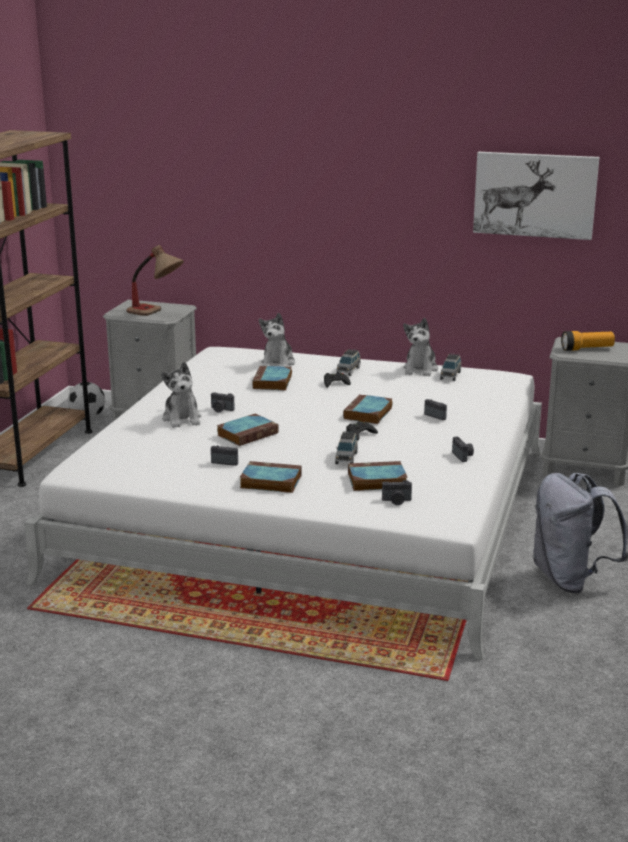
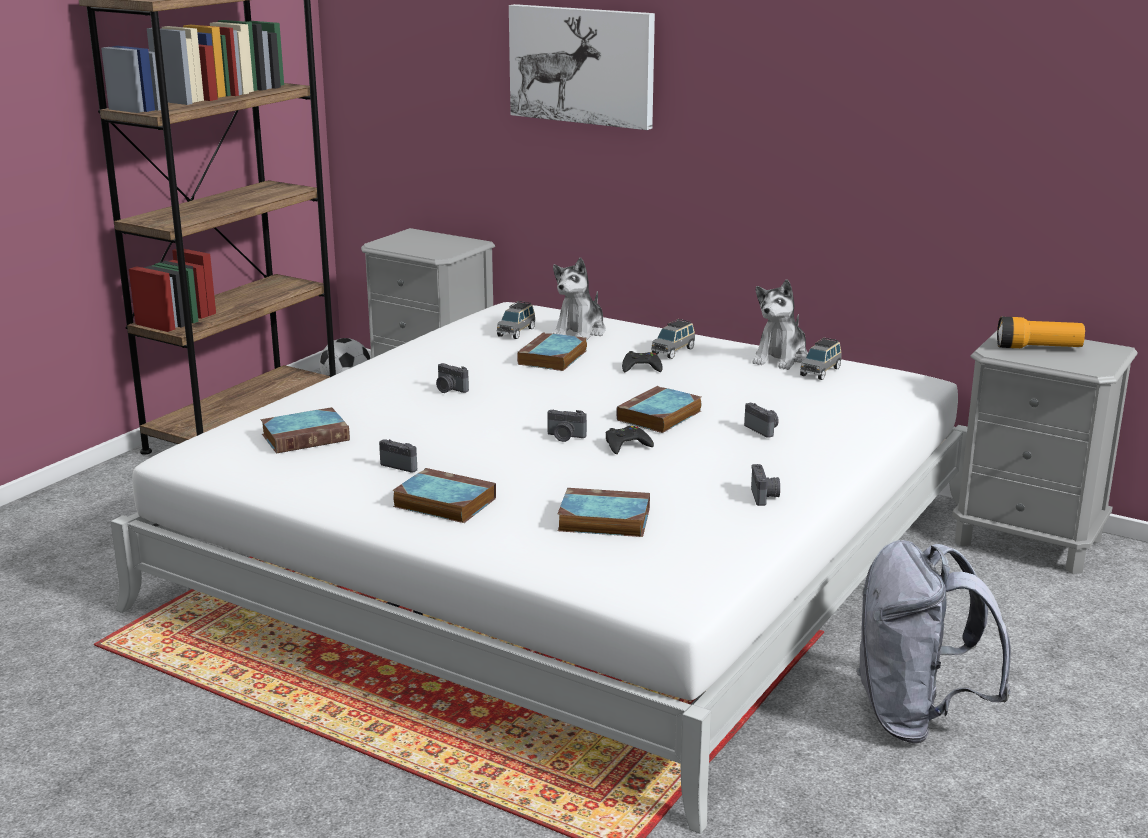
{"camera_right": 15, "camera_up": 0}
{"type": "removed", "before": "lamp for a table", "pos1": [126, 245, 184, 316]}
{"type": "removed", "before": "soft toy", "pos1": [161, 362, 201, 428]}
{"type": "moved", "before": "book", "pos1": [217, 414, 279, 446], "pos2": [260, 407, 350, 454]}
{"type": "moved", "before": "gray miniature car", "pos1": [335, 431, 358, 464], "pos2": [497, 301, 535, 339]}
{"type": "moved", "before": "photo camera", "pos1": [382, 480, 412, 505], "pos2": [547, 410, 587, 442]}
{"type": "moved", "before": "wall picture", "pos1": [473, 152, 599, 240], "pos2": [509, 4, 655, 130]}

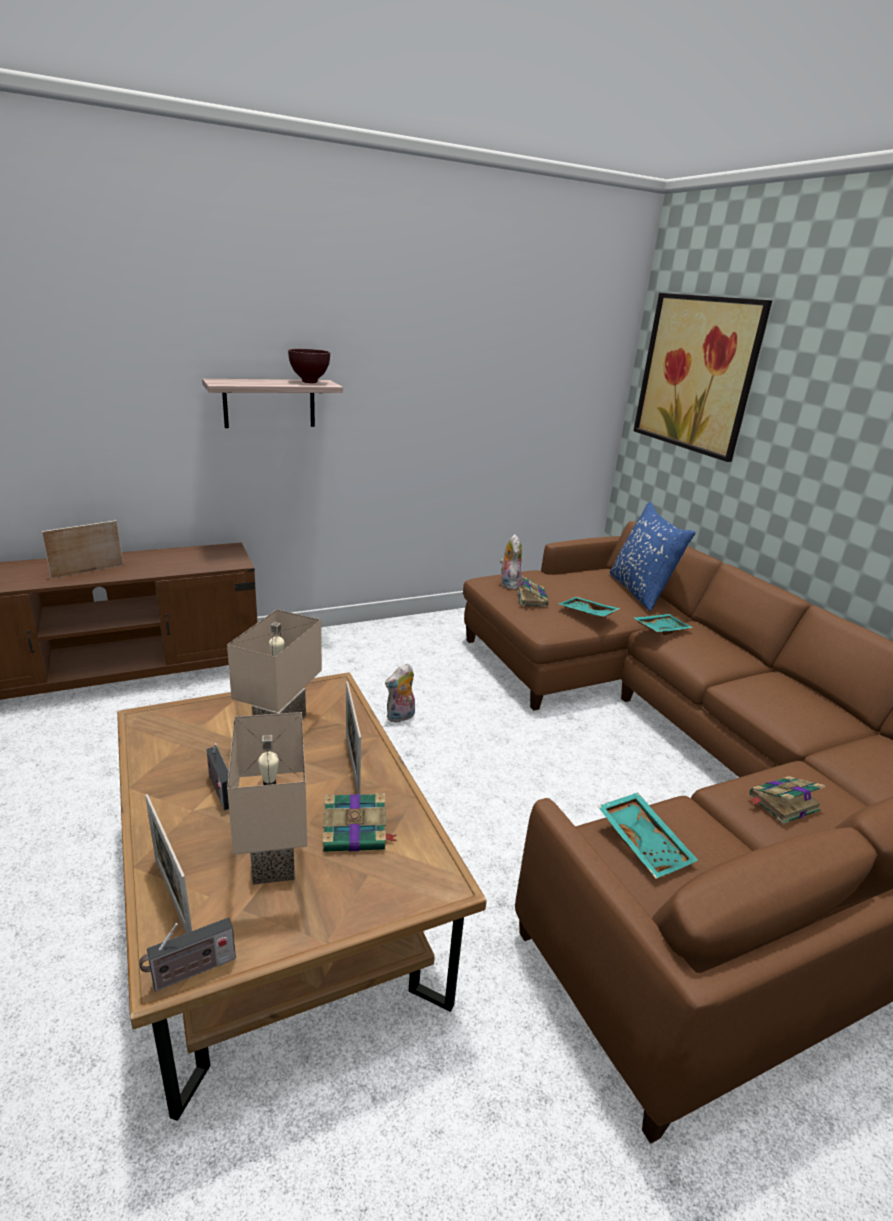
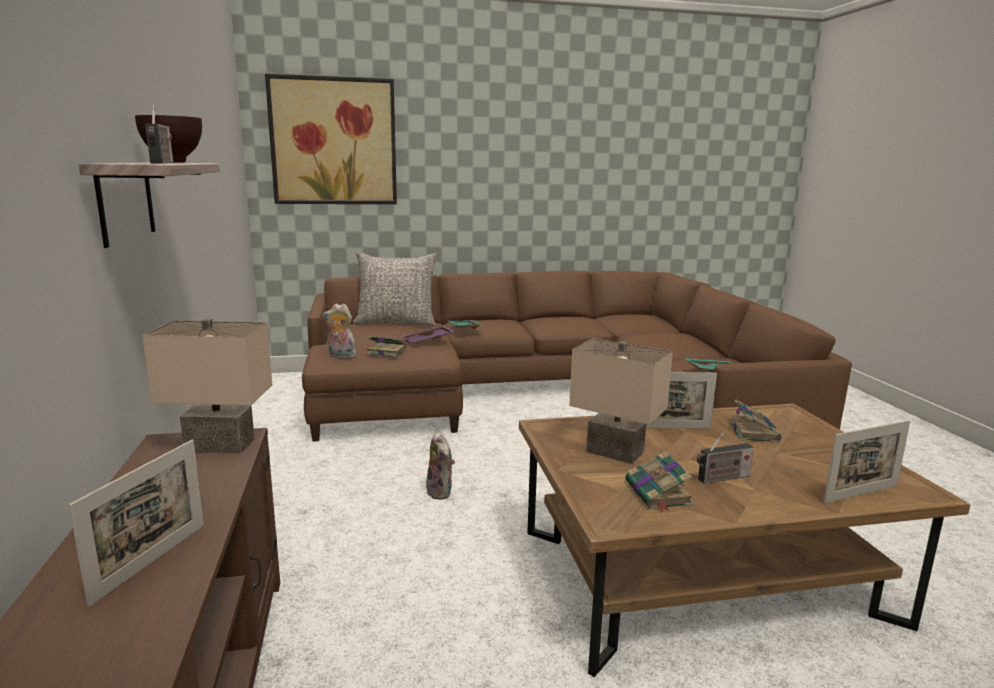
{"camera_right": -75, "camera_up": -10}
{"type": "moved", "before": "radio receiver", "pos1": [139, 917, 236, 992], "pos2": [145, 103, 173, 164]}
{"type": "moved", "before": "beige-coloured lamp for a table", "pos1": [227, 712, 307, 885], "pos2": [142, 318, 272, 454]}
{"type": "moved", "before": "book", "pos1": [748, 776, 826, 824], "pos2": [625, 451, 694, 511]}
{"type": "recoloured", "before": "turquoise-coloured serving tray", "after": "purple-coloured serving tray", "pos1": [558, 597, 620, 617], "pos2": [401, 325, 454, 343]}
{"type": "recoloured", "before": "blue cushion", "after": "gray cushion", "pos1": [610, 502, 696, 611], "pos2": [353, 252, 437, 326]}
{"type": "turned", "before": "standing frame", "pos1": [42, 520, 123, 579], "pos2": [69, 440, 204, 607], "turn": -135}

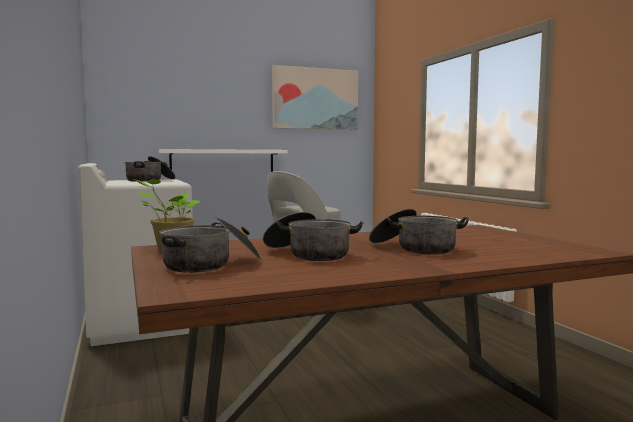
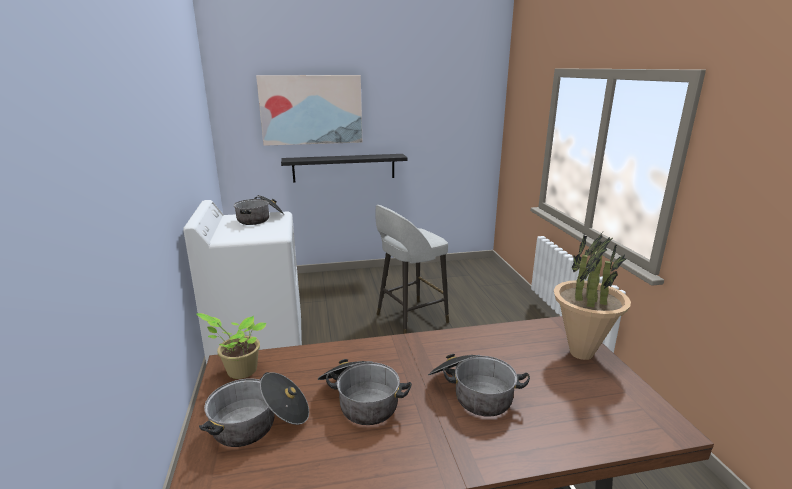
{"camera_right": 10, "camera_up": 15}
{"type": "added", "after": "plant in a pot", "pos2": [554, 232, 631, 360]}
{"type": "moved", "before": "wall picture", "pos1": [272, 65, 358, 130], "pos2": [256, 75, 362, 146]}
{"type": "recoloured", "before": "white wall shelf", "after": "blackish wall shelf", "pos1": [159, 149, 288, 172], "pos2": [281, 154, 407, 183]}

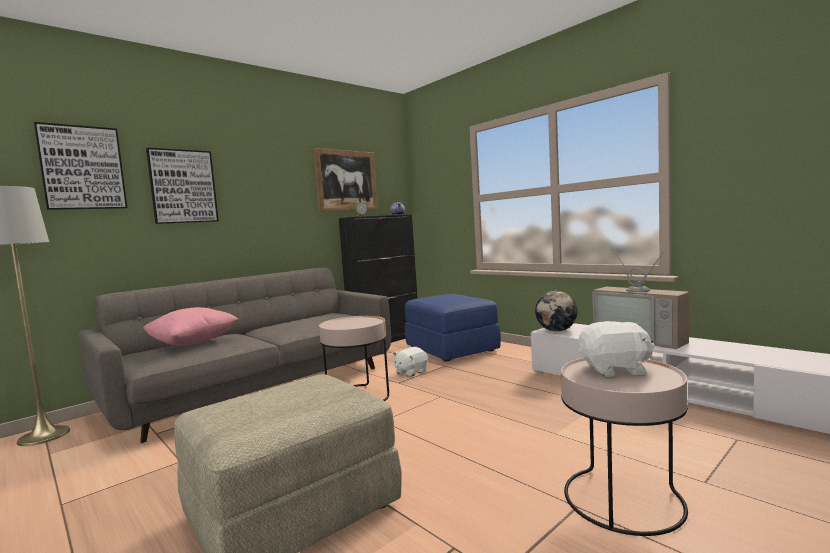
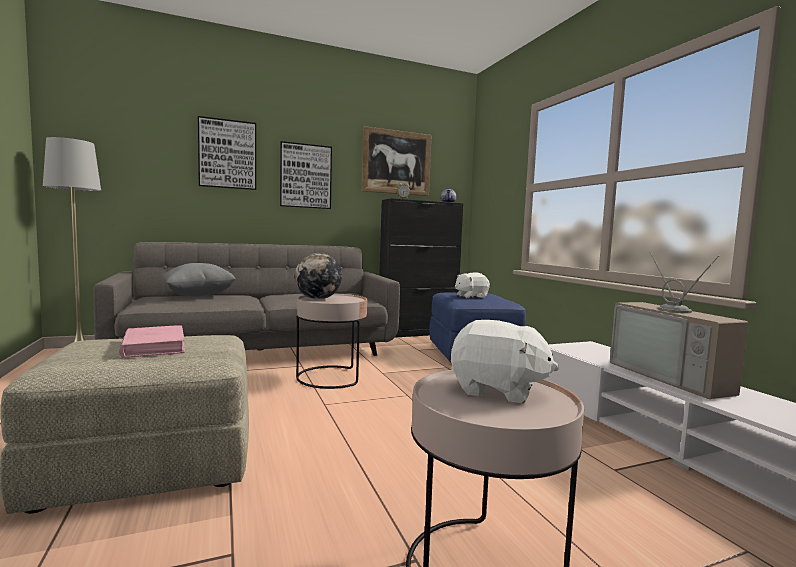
{"camera_right": 20, "camera_up": 0}
{"type": "added", "after": "pink-coloured book", "pos2": [119, 325, 185, 358]}
{"type": "moved", "before": "wall picture", "pos1": [34, 122, 127, 210], "pos2": [280, 141, 332, 209]}
{"type": "moved", "before": "white soft toy", "pos1": [394, 347, 428, 377], "pos2": [455, 272, 490, 298]}
{"type": "moved", "before": "desk globe", "pos1": [535, 291, 577, 332], "pos2": [295, 253, 342, 299]}
{"type": "recoloured", "before": "pink-coloured cushion", "after": "gray cushion", "pos1": [143, 307, 238, 346], "pos2": [163, 263, 236, 296]}

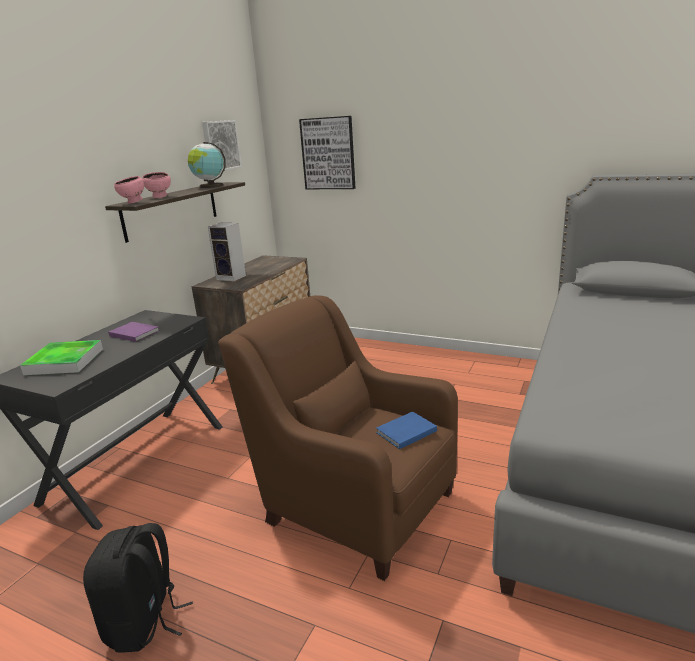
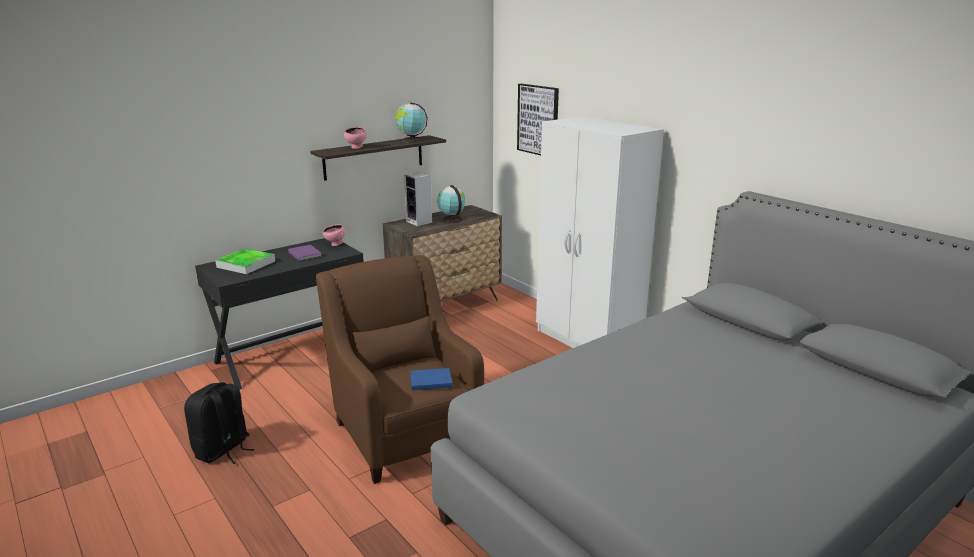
{"camera_right": 25, "camera_up": 0}
{"type": "removed", "before": "wall picture", "pos1": [202, 120, 242, 170]}
{"type": "added", "after": "desk globe", "pos2": [437, 185, 465, 223]}
{"type": "added", "after": "white armoire", "pos2": [536, 116, 664, 348]}
{"type": "moved", "before": "pink-coloured deep dish", "pos1": [114, 176, 144, 204], "pos2": [323, 224, 345, 246]}

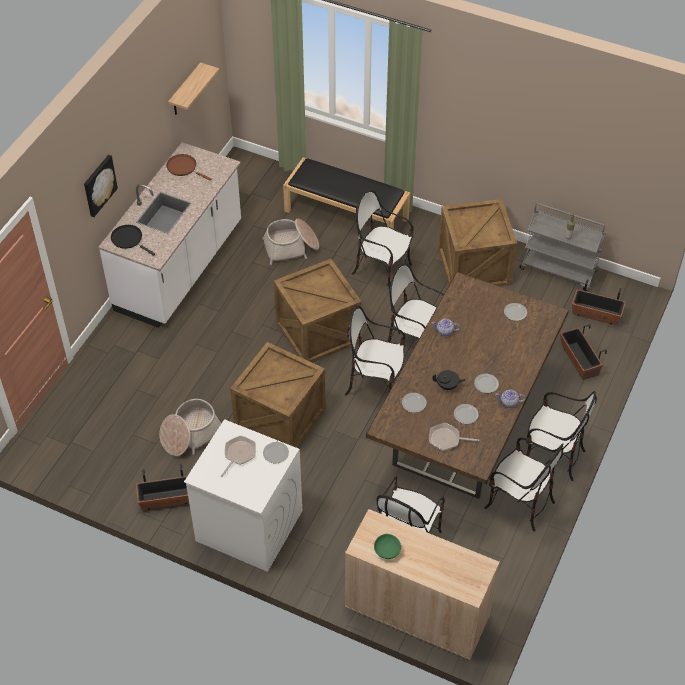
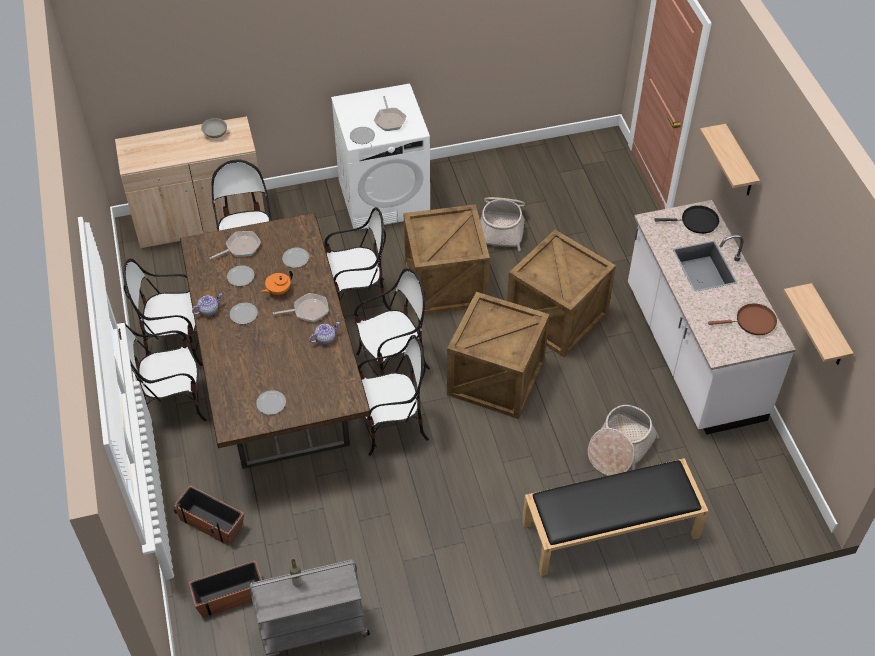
{"camera_right": 140, "camera_up": 0}
{"type": "removed", "before": "planter", "pos1": [136, 464, 189, 510]}
{"type": "added", "after": "pan", "pos2": [273, 293, 329, 322]}
{"type": "moved", "before": "chair", "pos1": [352, 189, 414, 291], "pos2": [325, 207, 391, 310]}
{"type": "moved", "before": "shipping crate", "pos1": [438, 199, 517, 286], "pos2": [507, 230, 616, 358]}
{"type": "replaced", "before": "wall picture", "after": "wall shelf", "pos1": [84, 155, 118, 217], "pos2": [700, 124, 760, 195]}
{"type": "recoloured", "before": "green deep dish", "after": "gray deep dish", "pos1": [374, 534, 401, 559], "pos2": [201, 118, 227, 138]}
{"type": "recoloured", "before": "blackish pot for tea", "after": "orangey pot for tea", "pos1": [432, 370, 466, 390], "pos2": [261, 270, 293, 295]}

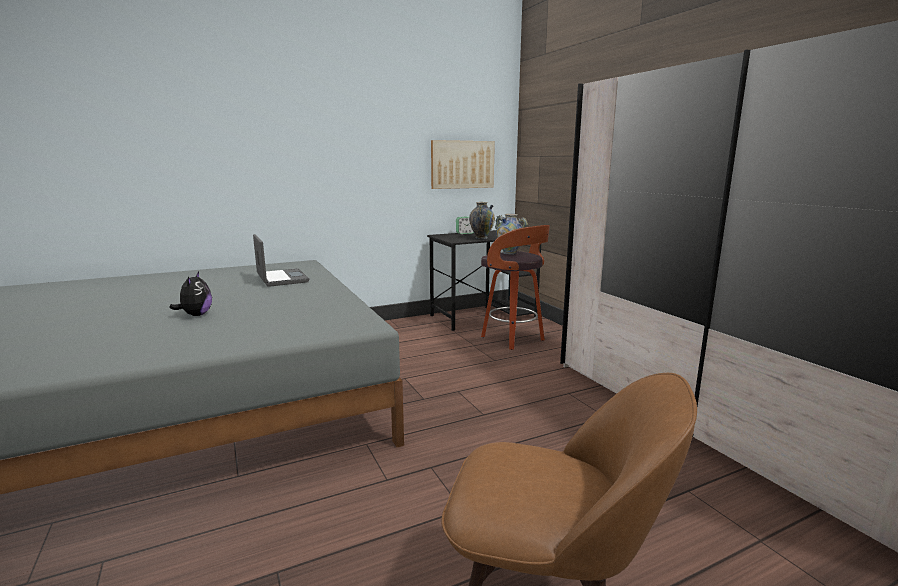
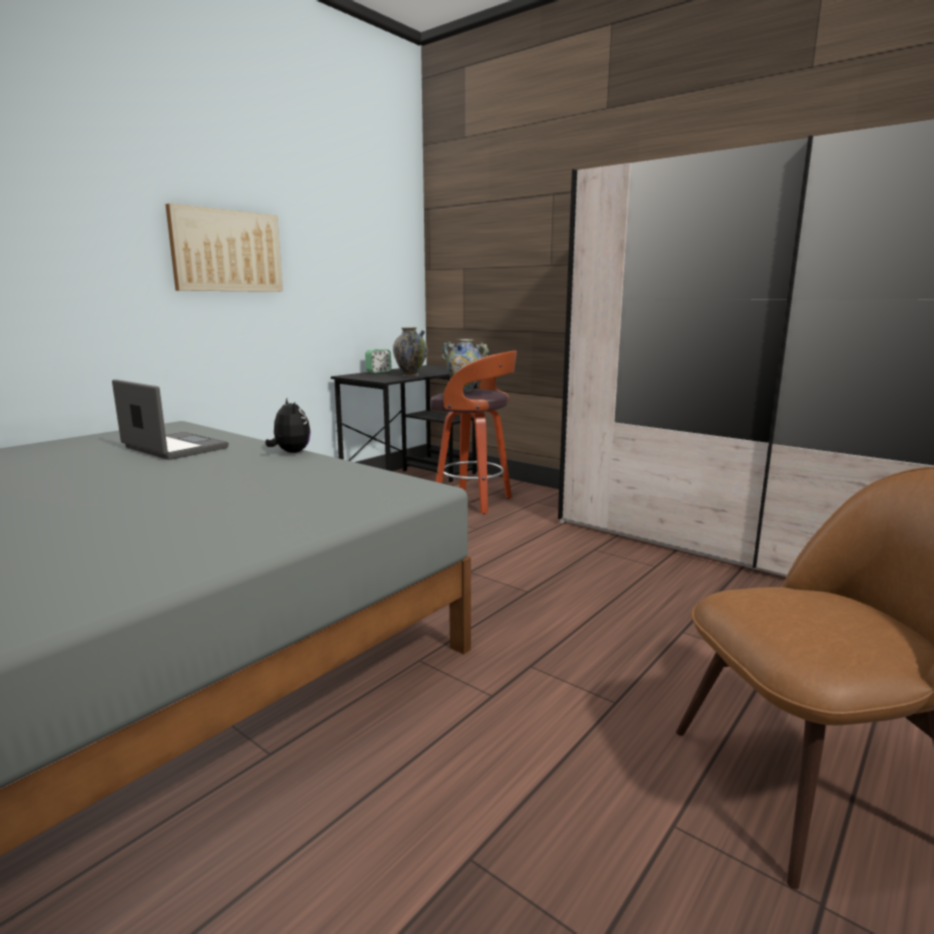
{"camera_right": -25, "camera_up": 0}
{"type": "moved", "before": "soft toy", "pos1": [169, 272, 212, 316], "pos2": [265, 398, 311, 453]}
{"type": "moved", "before": "wall picture", "pos1": [431, 140, 495, 189], "pos2": [165, 203, 283, 292]}

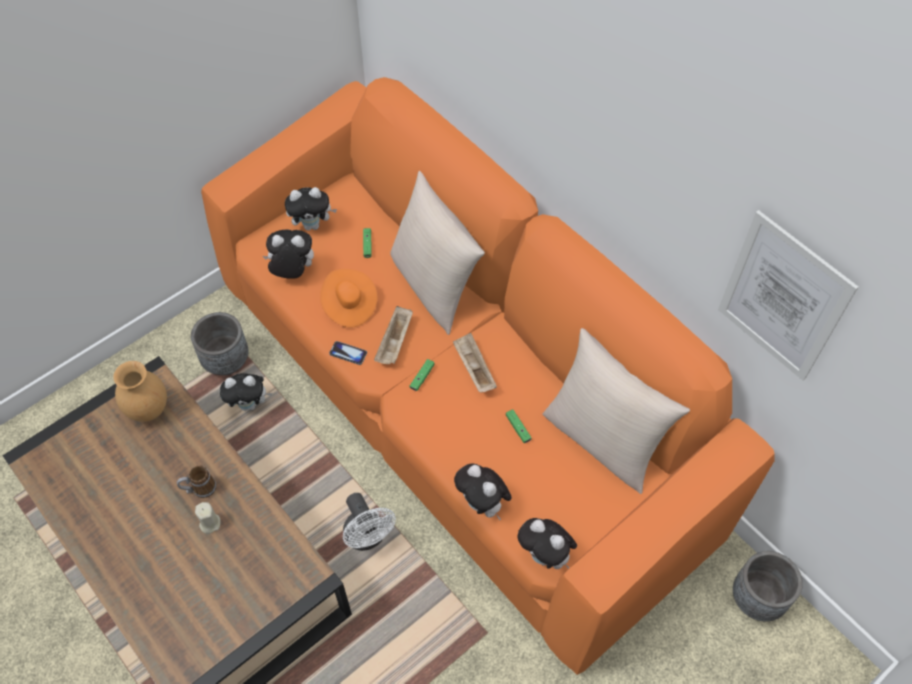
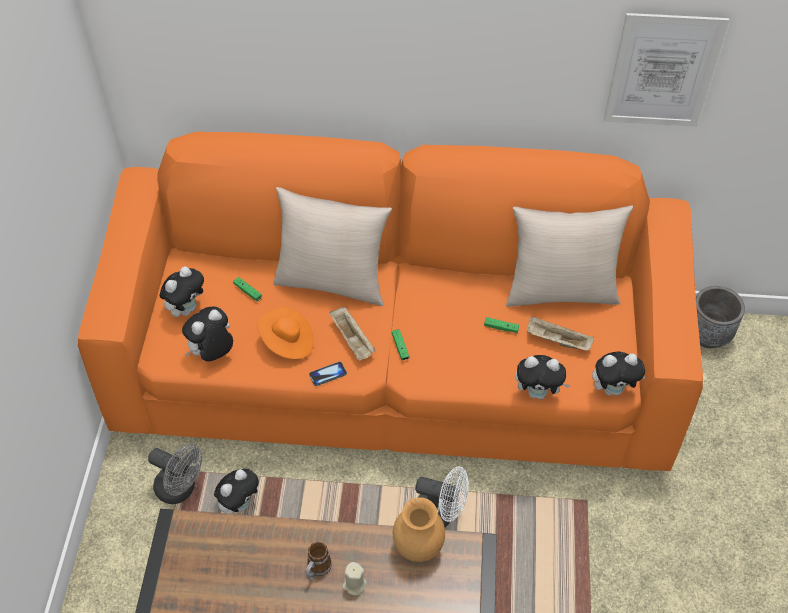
{"camera_right": -45, "camera_up": -5}
{"type": "moved", "before": "brownish decorative vase", "pos1": [113, 361, 167, 422], "pos2": [393, 497, 445, 562]}
{"type": "moved", "before": "beige-coloured serving tray", "pos1": [453, 333, 497, 392], "pos2": [527, 316, 594, 351]}
{"type": "replaced", "before": "gray planter", "after": "gray fan", "pos1": [191, 312, 249, 375], "pos2": [148, 443, 202, 504]}

